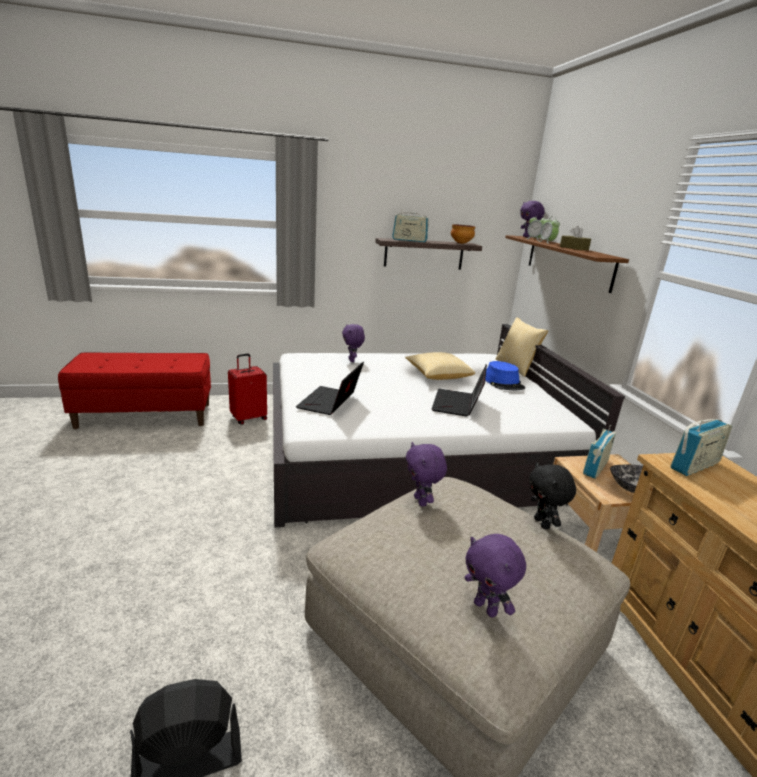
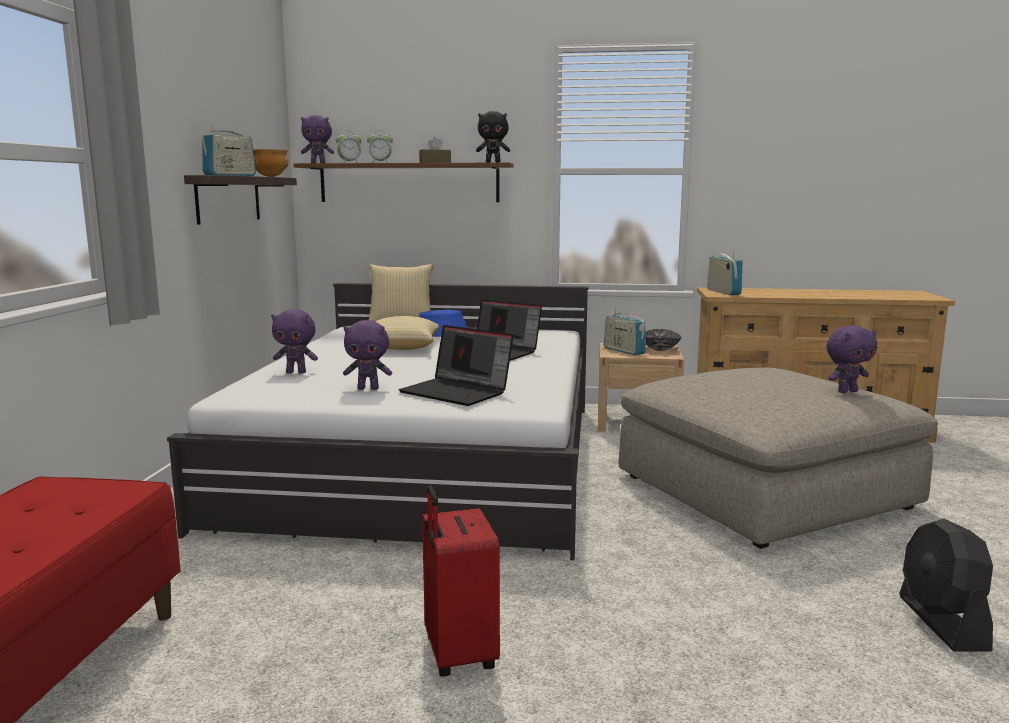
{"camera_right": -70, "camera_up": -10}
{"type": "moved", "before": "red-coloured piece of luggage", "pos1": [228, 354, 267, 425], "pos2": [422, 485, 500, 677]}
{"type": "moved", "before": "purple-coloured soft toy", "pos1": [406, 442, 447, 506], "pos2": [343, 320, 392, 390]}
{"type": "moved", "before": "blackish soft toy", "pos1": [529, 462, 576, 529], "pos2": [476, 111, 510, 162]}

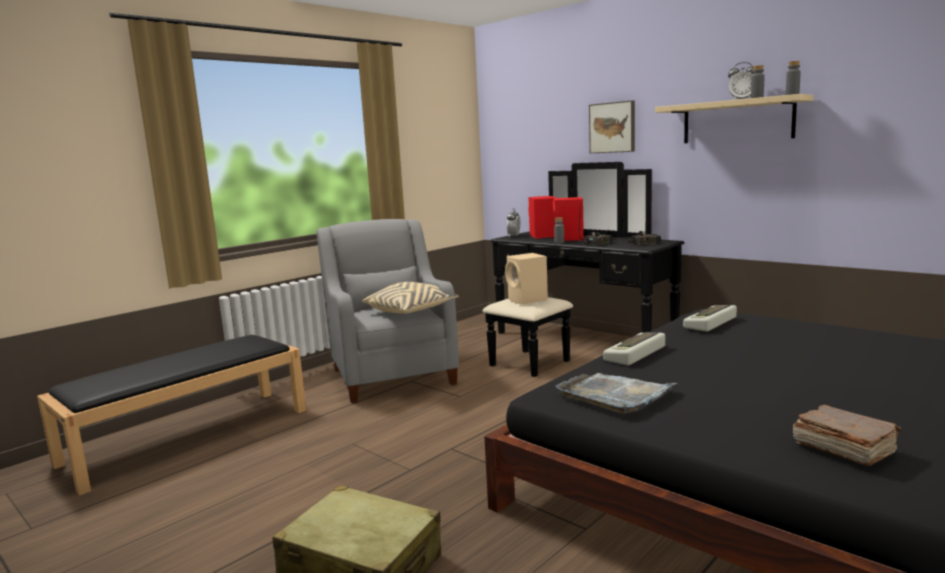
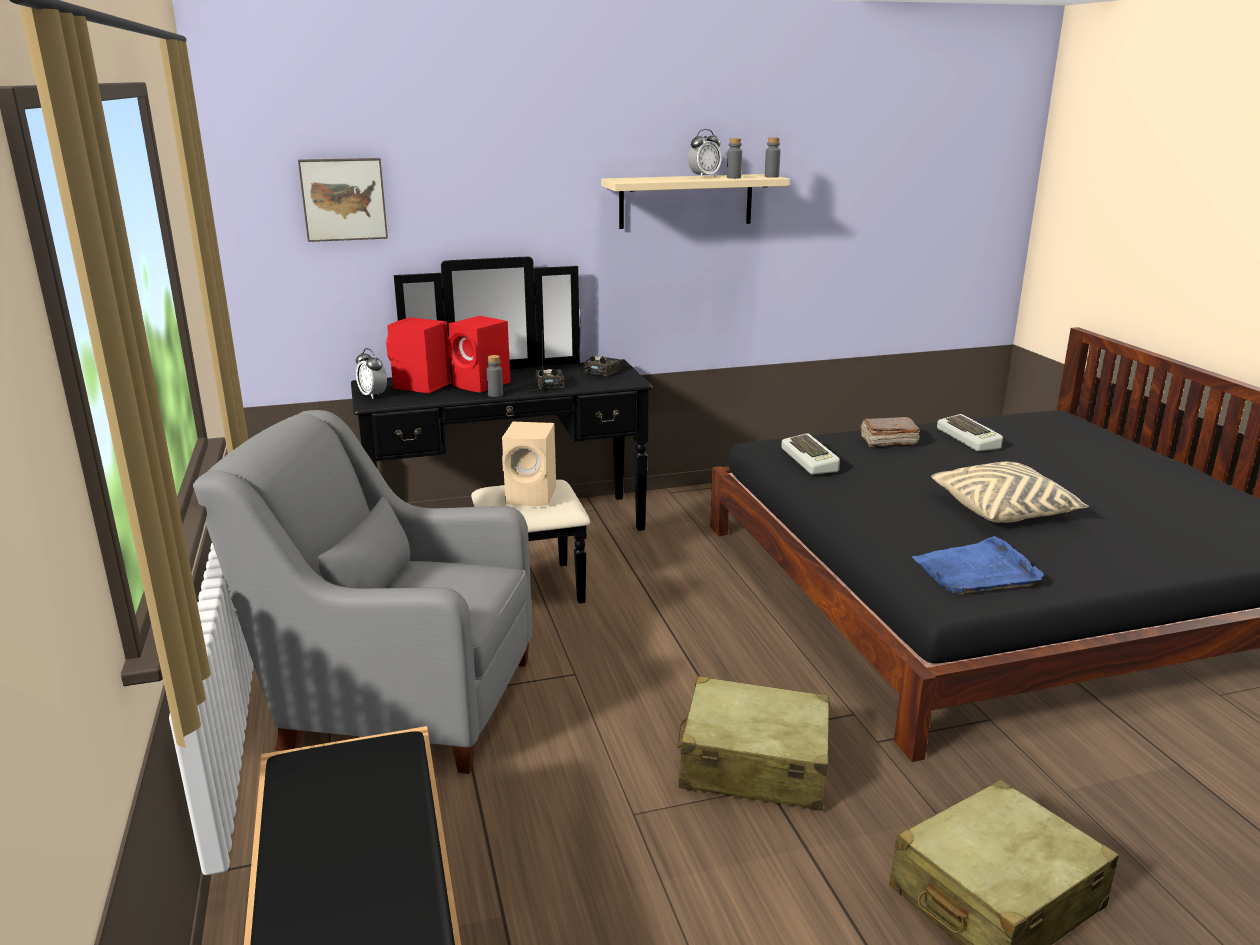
{"camera_right": -60, "camera_up": 10}
{"type": "added", "after": "beige-coloured piece of luggage", "pos2": [677, 676, 830, 811]}
{"type": "moved", "before": "beige-coloured cushion", "pos1": [362, 282, 459, 314], "pos2": [931, 462, 1089, 523]}
{"type": "moved", "before": "wall picture", "pos1": [589, 100, 635, 153], "pos2": [298, 158, 388, 242]}
{"type": "moved", "before": "PC keyboard", "pos1": [603, 333, 665, 365], "pos2": [937, 414, 1003, 451]}
{"type": "moved", "before": "brownish book", "pos1": [793, 404, 901, 466], "pos2": [860, 417, 920, 447]}
{"type": "recoloured", "before": "gray serving tray", "after": "blue serving tray", "pos1": [556, 373, 677, 413], "pos2": [912, 536, 1044, 594]}

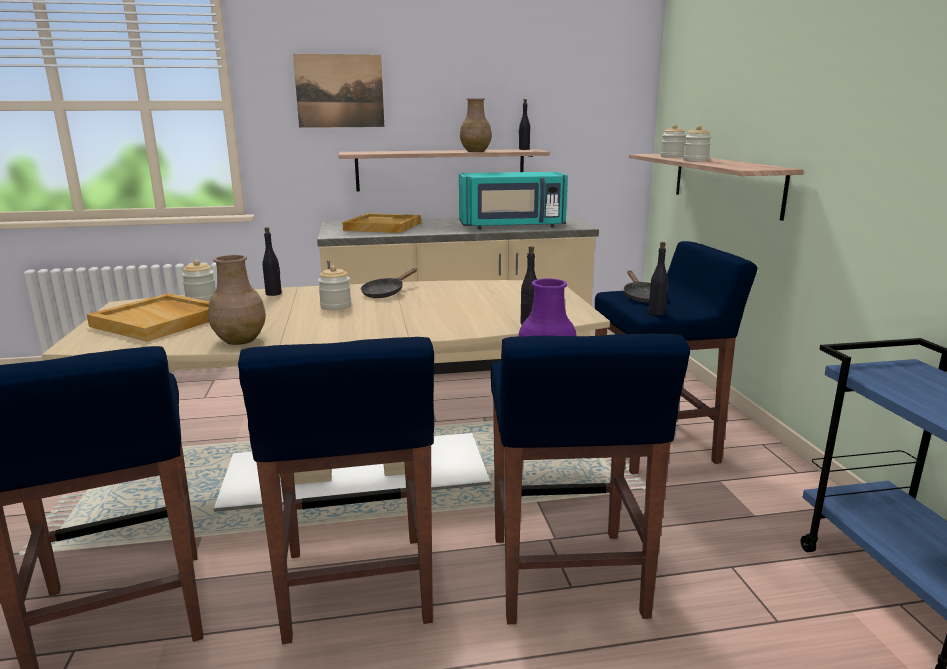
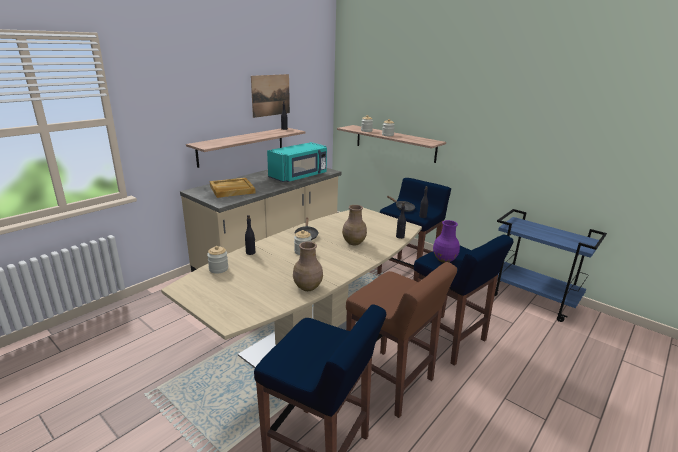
{"camera_right": -40, "camera_up": 5}
{"type": "removed", "before": "beige-coloured serving tray", "pos1": [87, 293, 209, 342]}
{"type": "moved", "before": "wall picture", "pos1": [293, 54, 384, 128], "pos2": [251, 74, 290, 118]}
{"type": "moved", "before": "brownish decorative vase", "pos1": [460, 98, 492, 152], "pos2": [342, 205, 367, 245]}
{"type": "recoloured", "before": "blue sitting stool", "after": "brownish sitting stool", "pos1": [238, 337, 434, 644], "pos2": [346, 262, 457, 418]}

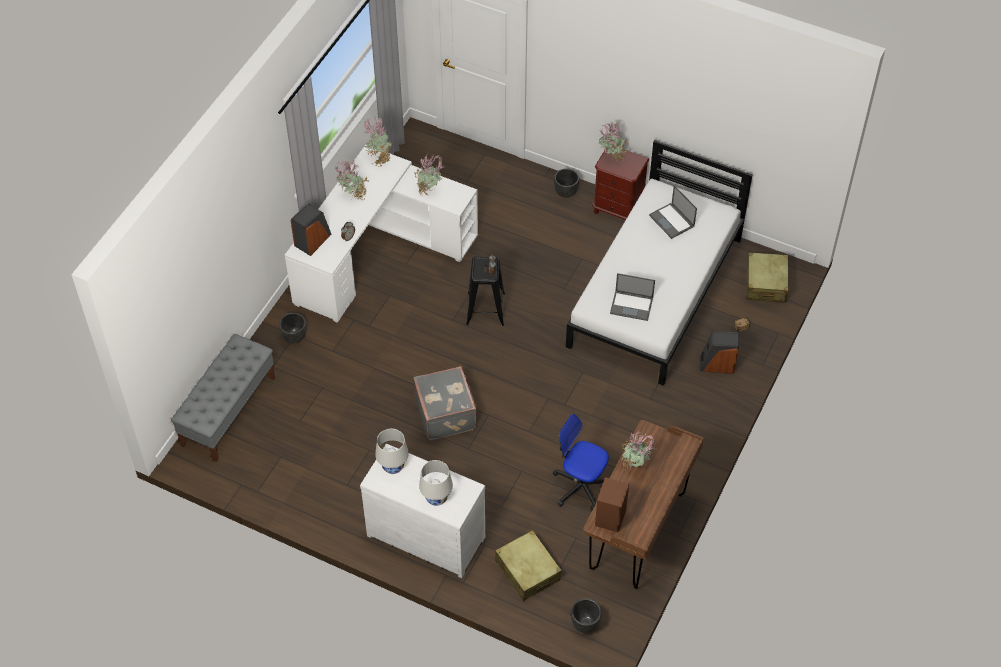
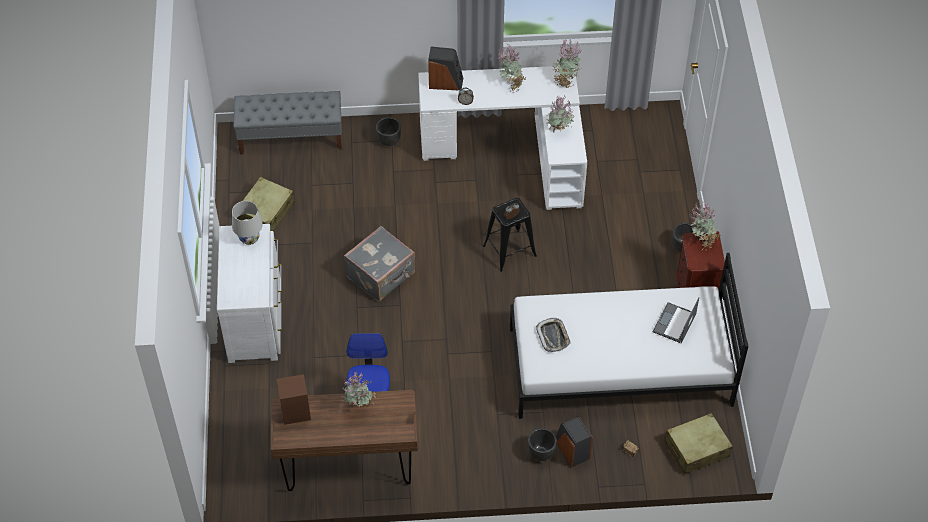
{"camera_right": 60, "camera_up": 0}
{"type": "removed", "before": "white lamp for a table", "pos1": [419, 460, 453, 506]}
{"type": "moved", "before": "beige-coloured piece of luggage", "pos1": [495, 530, 562, 601], "pos2": [237, 177, 295, 231]}
{"type": "moved", "before": "blackish planter", "pos1": [571, 598, 602, 633], "pos2": [528, 428, 557, 461]}
{"type": "replaced", "before": "portable computer", "after": "serving tray", "pos1": [610, 273, 655, 321], "pos2": [536, 318, 571, 352]}

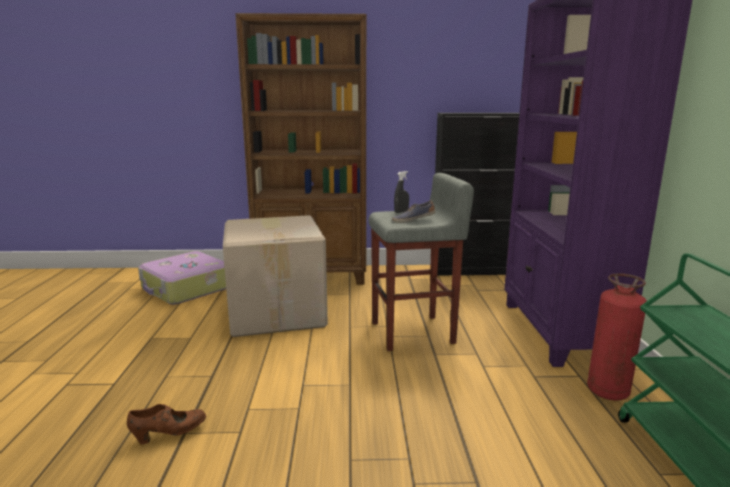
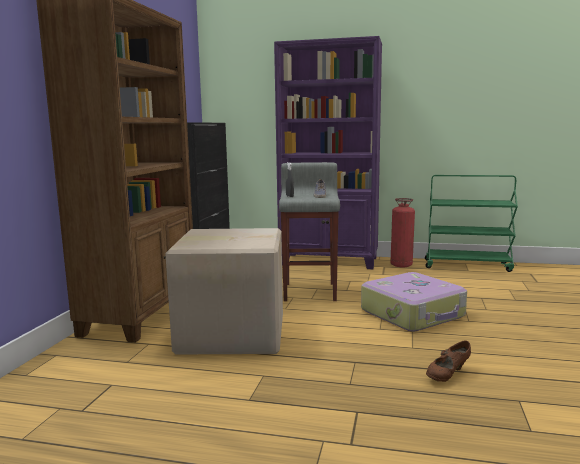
{"camera_right": -75, "camera_up": -5}
{"type": "moved", "before": "piece of luggage", "pos1": [138, 251, 226, 305], "pos2": [361, 272, 467, 332]}
{"type": "turned", "before": "brownish low shoe", "pos1": [127, 404, 206, 444], "pos2": [426, 341, 471, 382], "turn": -120}

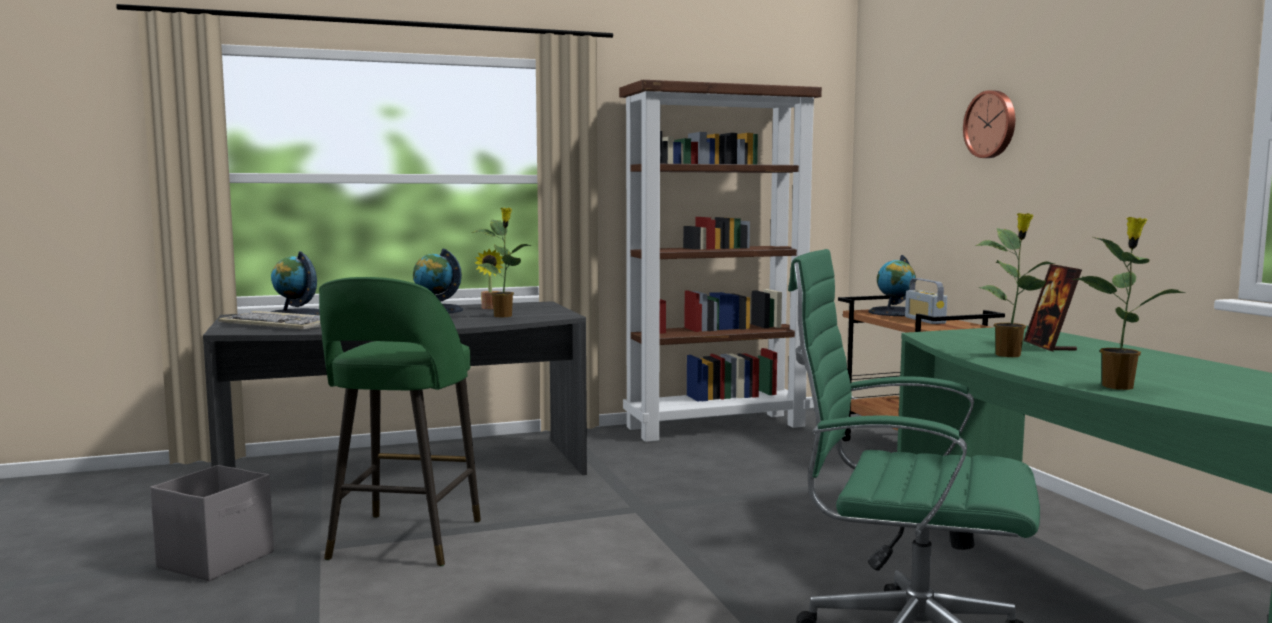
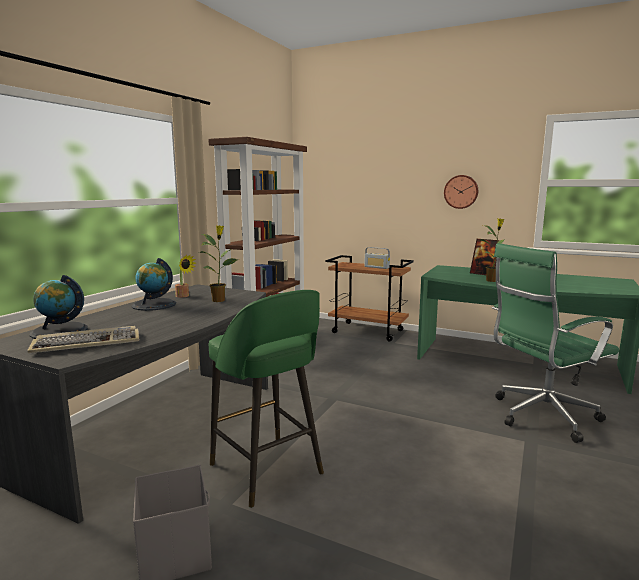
{"camera_right": -45, "camera_up": 5}
{"type": "removed", "before": "desk globe", "pos1": [868, 255, 916, 316]}
{"type": "removed", "before": "plant in a pot", "pos1": [1072, 217, 1186, 390]}
{"type": "moved", "before": "wall clock", "pos1": [963, 90, 1015, 158], "pos2": [444, 175, 478, 209]}

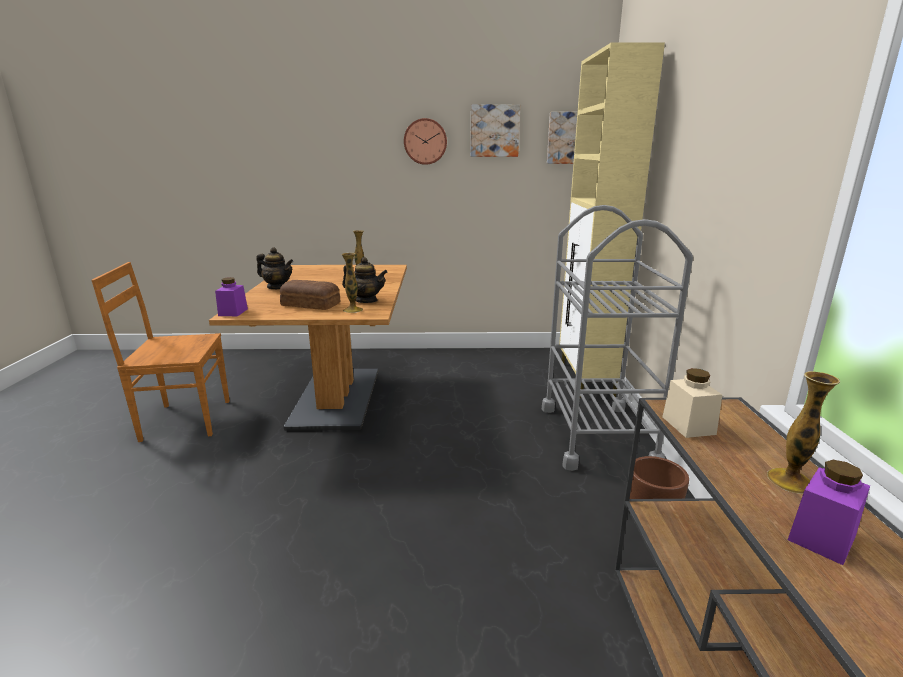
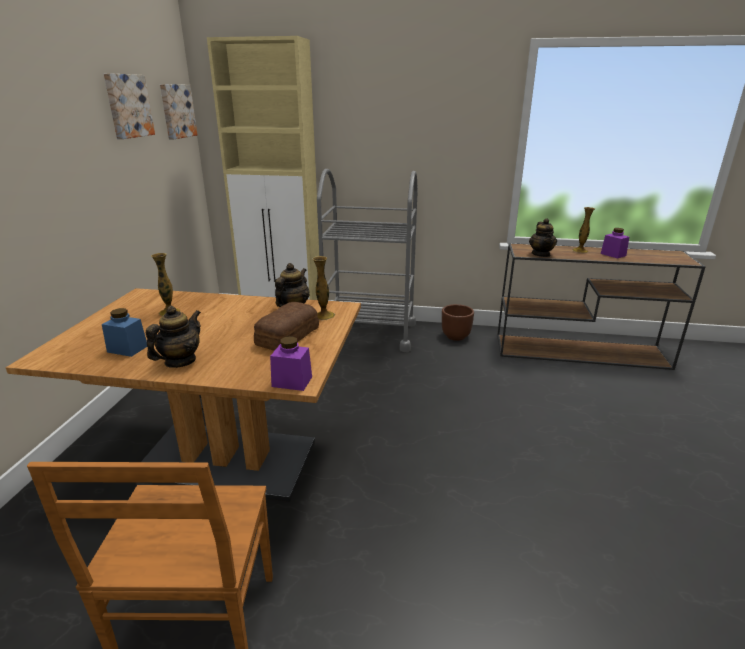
{"camera_right": -80, "camera_up": 5}
{"type": "removed", "before": "wall clock", "pos1": [404, 118, 447, 165]}
{"type": "added", "after": "blue storage jar", "pos2": [102, 308, 147, 357]}
{"type": "replaced", "before": "beige-coloured storage jar", "after": "pot for tea", "pos1": [662, 368, 722, 438], "pos2": [529, 218, 557, 257]}

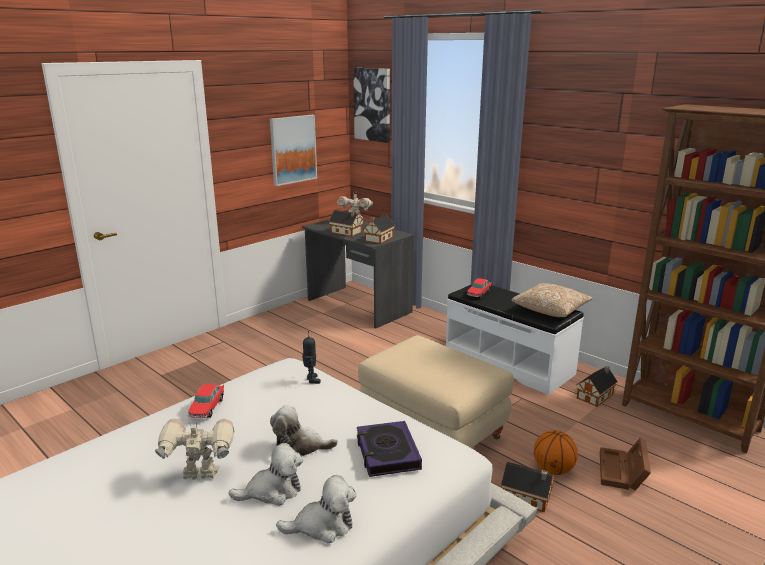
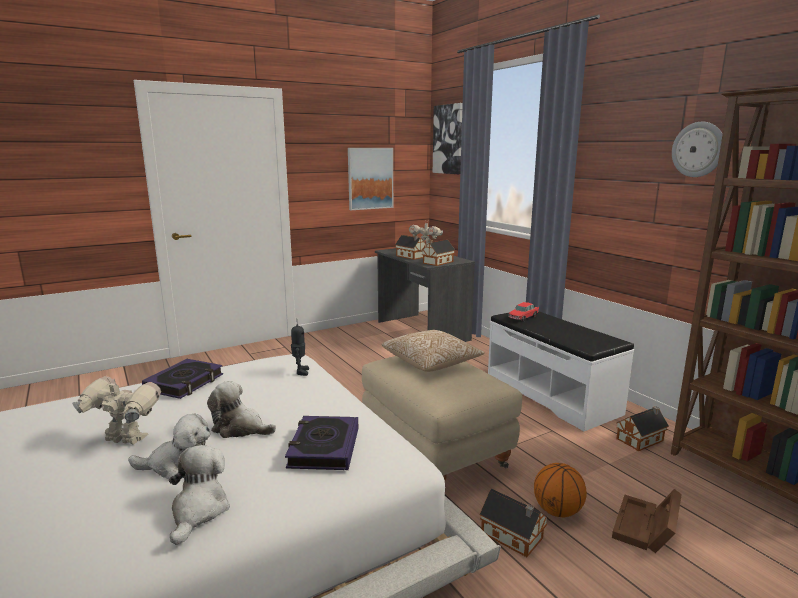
{"camera_right": 15, "camera_up": -5}
{"type": "added", "after": "wall clock", "pos2": [672, 122, 723, 177]}
{"type": "moved", "before": "cushion", "pos1": [511, 283, 593, 317], "pos2": [382, 330, 485, 372]}
{"type": "replaced", "before": "miniature car", "after": "book", "pos1": [188, 384, 224, 418], "pos2": [142, 359, 223, 399]}
{"type": "turned", "before": "soft toy", "pos1": [276, 475, 356, 543], "pos2": [169, 445, 230, 545], "turn": -90}

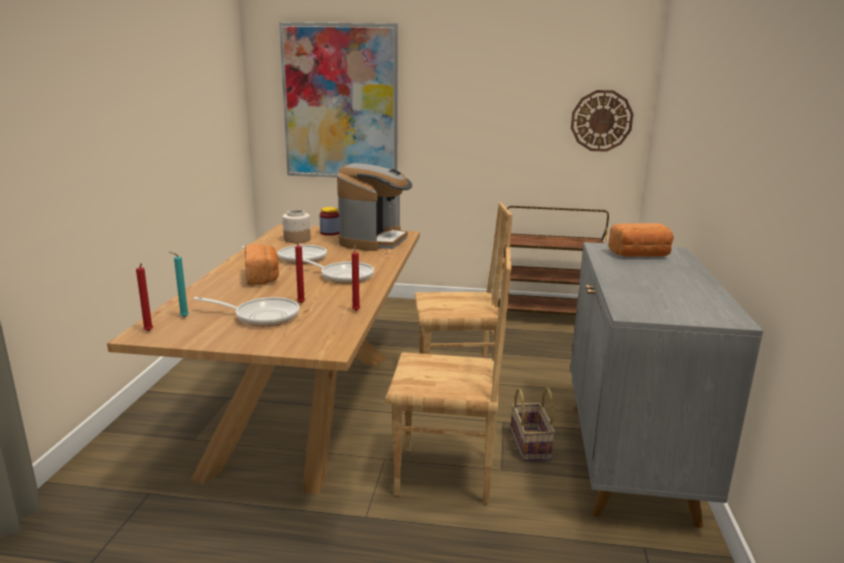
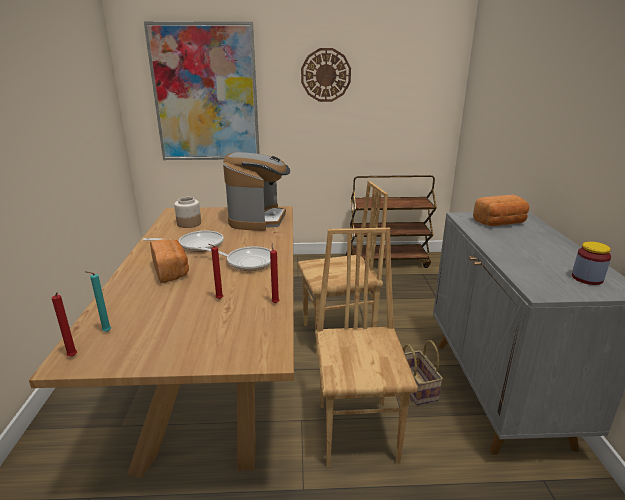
{"camera_right": -10, "camera_up": 5}
{"type": "removed", "before": "pan", "pos1": [194, 297, 300, 326]}
{"type": "moved", "before": "storage jar", "pos1": [320, 207, 339, 236], "pos2": [572, 241, 611, 285]}
{"type": "moved", "before": "wall clock", "pos1": [571, 90, 633, 152], "pos2": [301, 48, 351, 102]}
{"type": "turned", "before": "brownish chair", "pos1": [385, 247, 511, 504], "pos2": [315, 228, 418, 467], "turn": -90}

